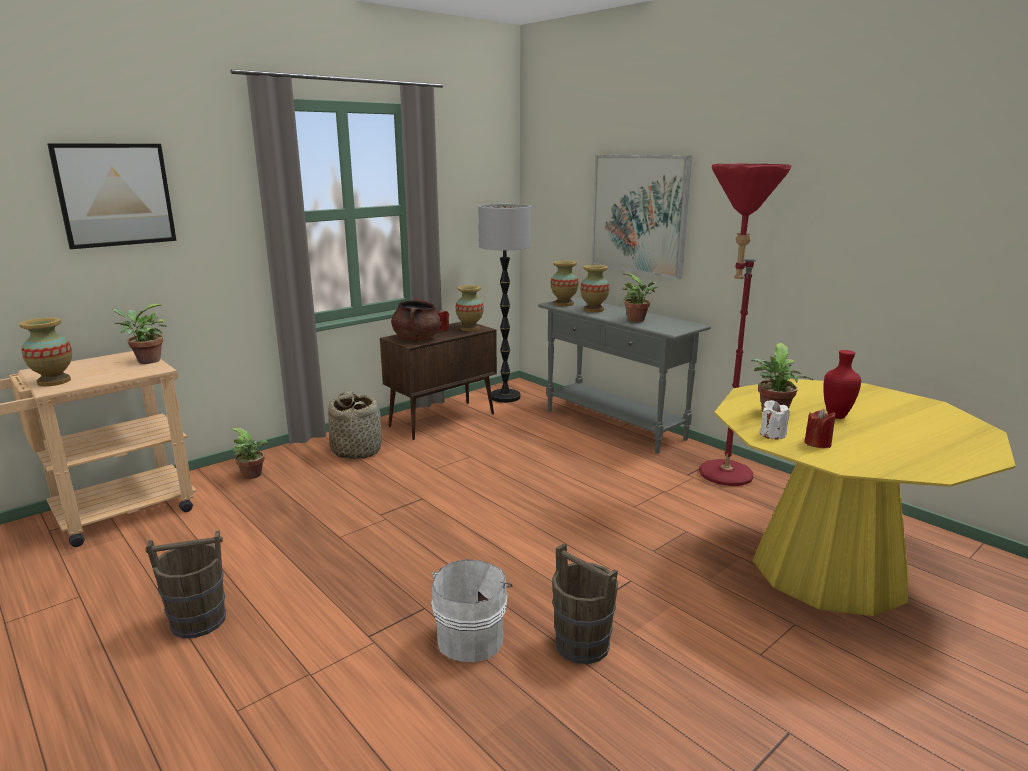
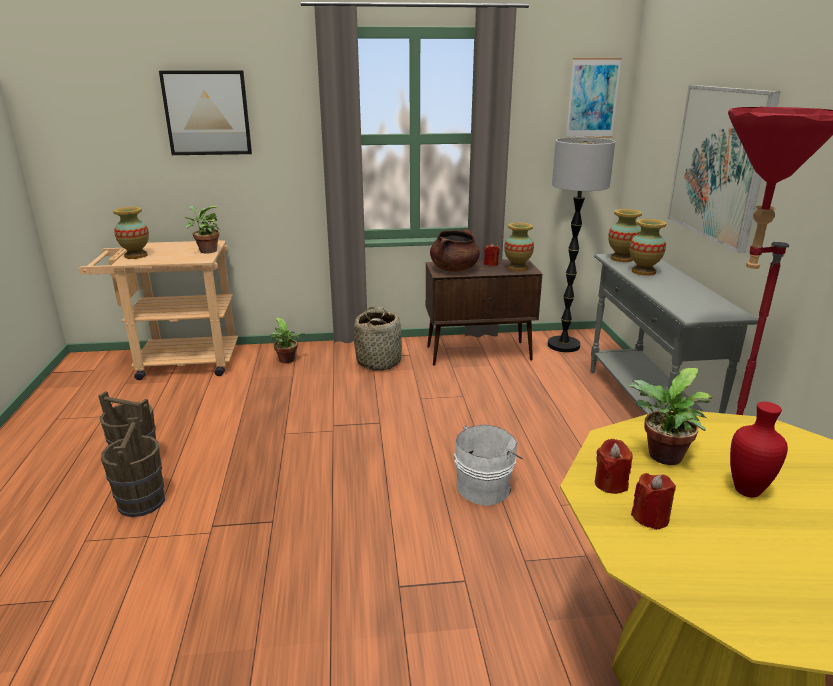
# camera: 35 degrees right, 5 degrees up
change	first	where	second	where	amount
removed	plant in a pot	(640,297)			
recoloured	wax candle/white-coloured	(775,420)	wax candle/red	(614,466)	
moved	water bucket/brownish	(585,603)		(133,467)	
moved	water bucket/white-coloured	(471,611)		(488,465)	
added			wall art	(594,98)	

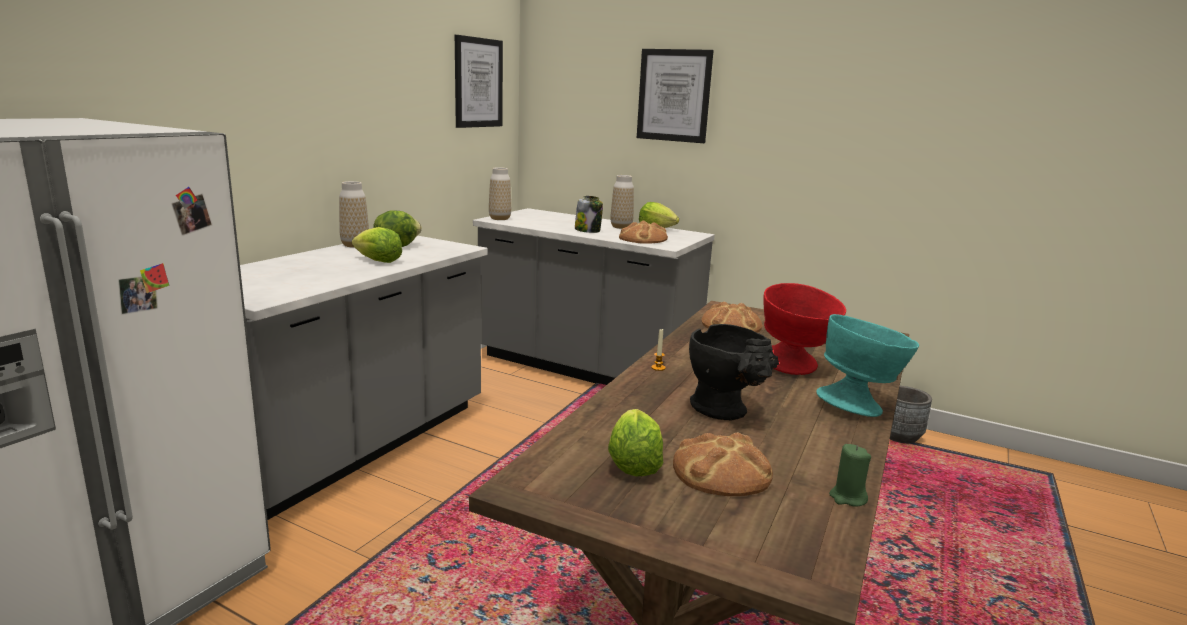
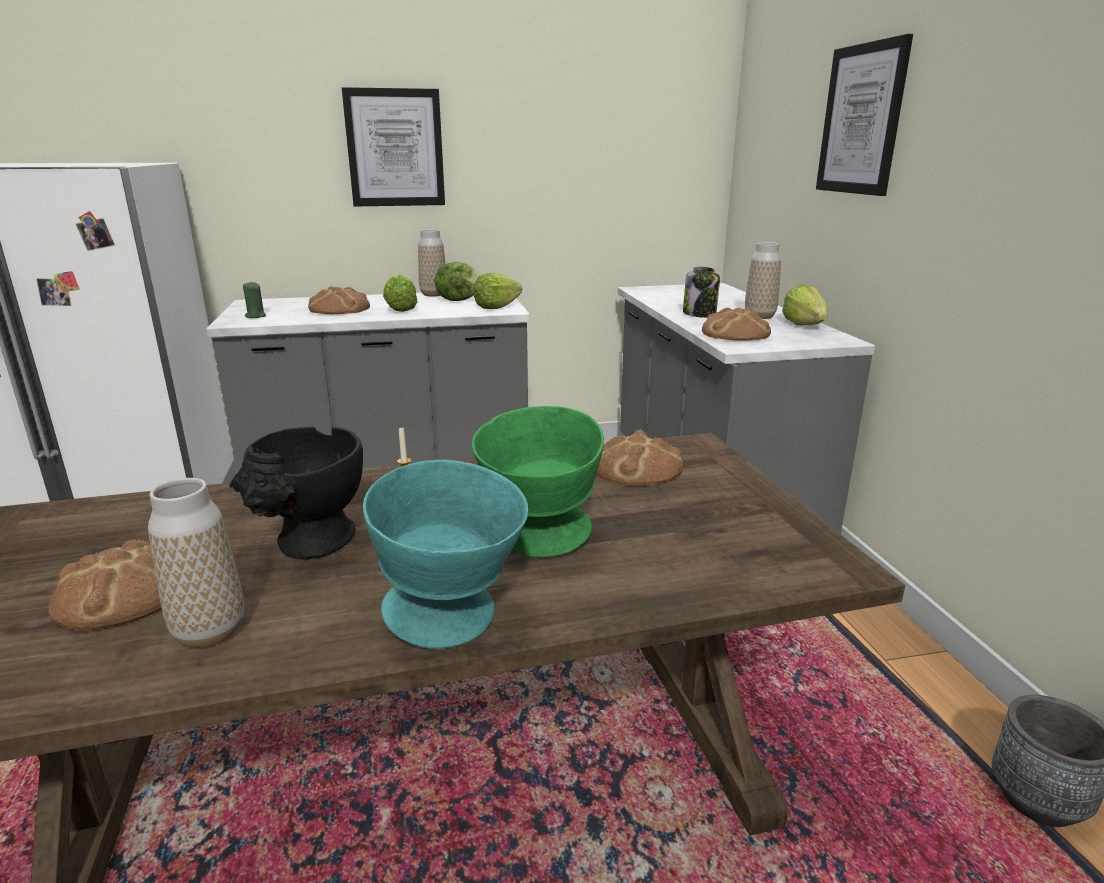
# camera: 50 degrees right, 5 degrees up
change	first	where	second	where	amount
moved	wall art	(479,81)		(393,146)	
moved	flower vase	(500,193)		(196,563)	
recoloured	bowl/red	(805,329)	bowl/greenish	(538,482)	
moved	head of lettuce	(635,443)		(497,291)	
moved	wax candle/greenish	(850,475)		(254,299)	
added			bread	(339,300)	

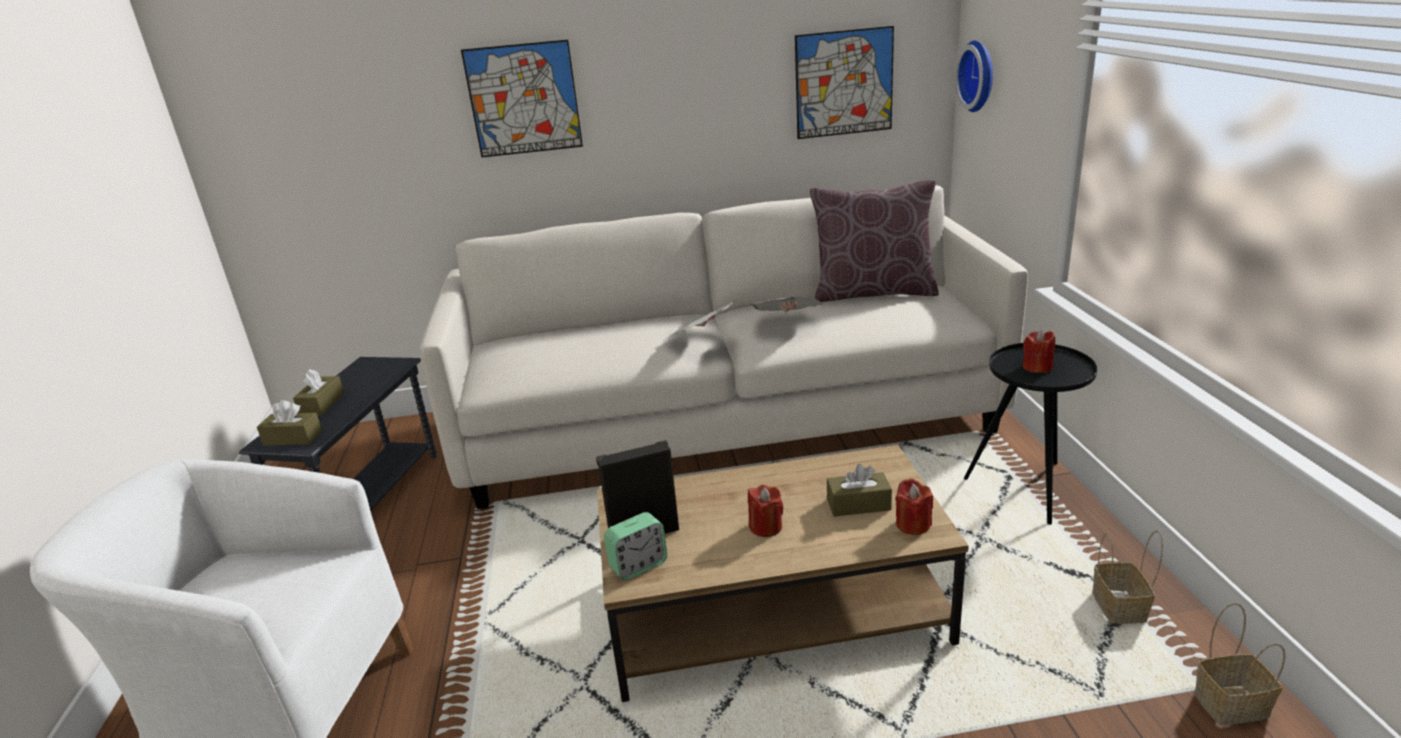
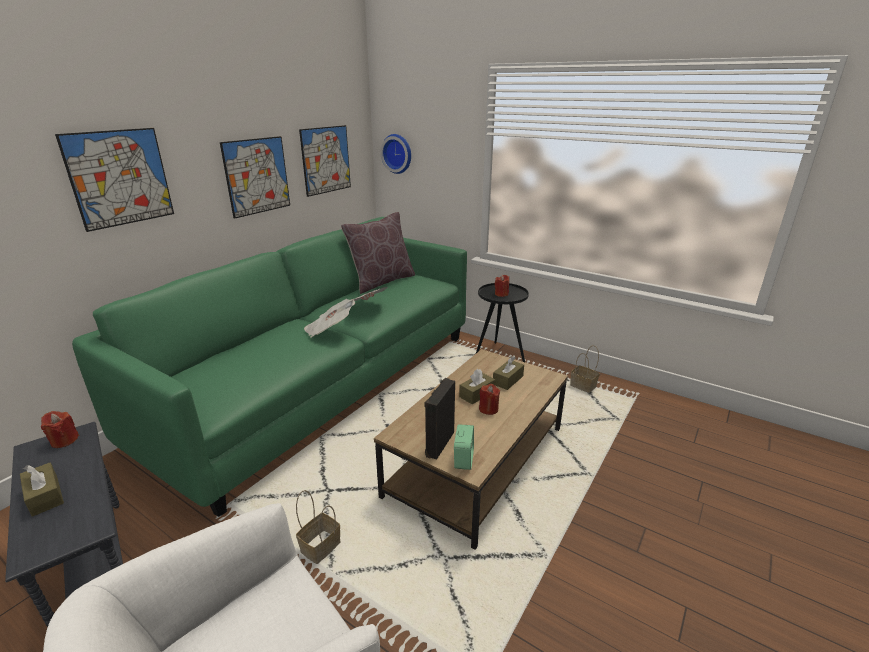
# camera: 50 degrees left, 0 degrees up
change	first	where	second	where	amount
recoloured	couch/white-coloured	(724,347)	couch/greenish	(269,367)	
moved	box of tissues/brownish	(289,423)		(477,386)	
moved	wax candle/red	(914,507)		(60,429)	
moved	basket	(1240,664)		(318,527)	
added			wall art	(255,177)	

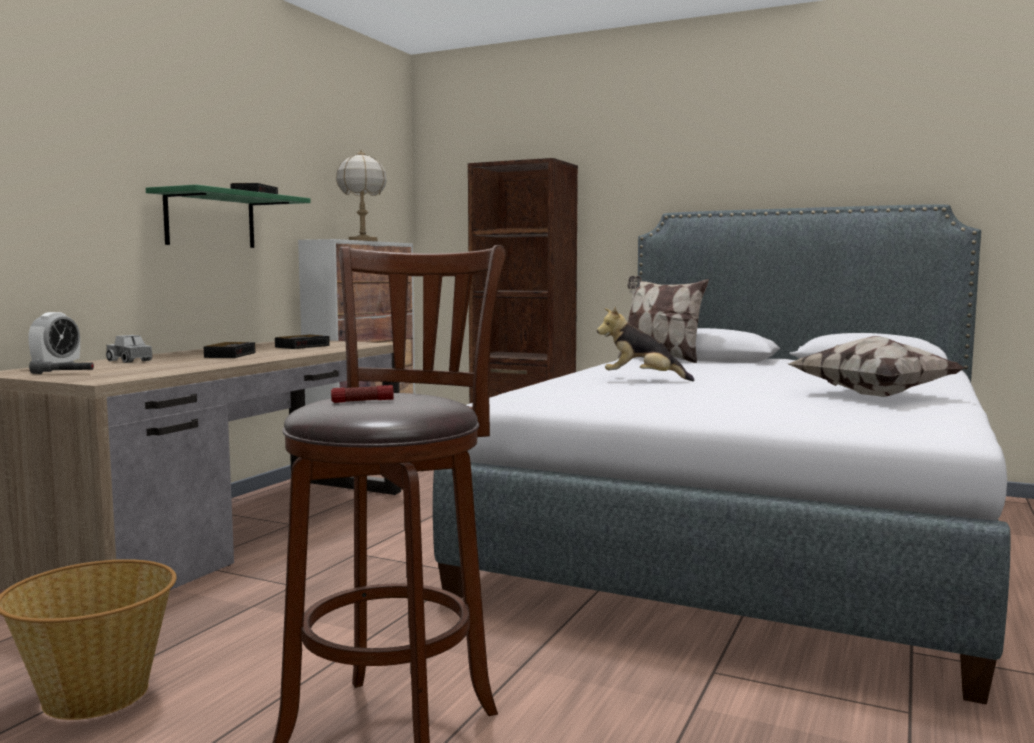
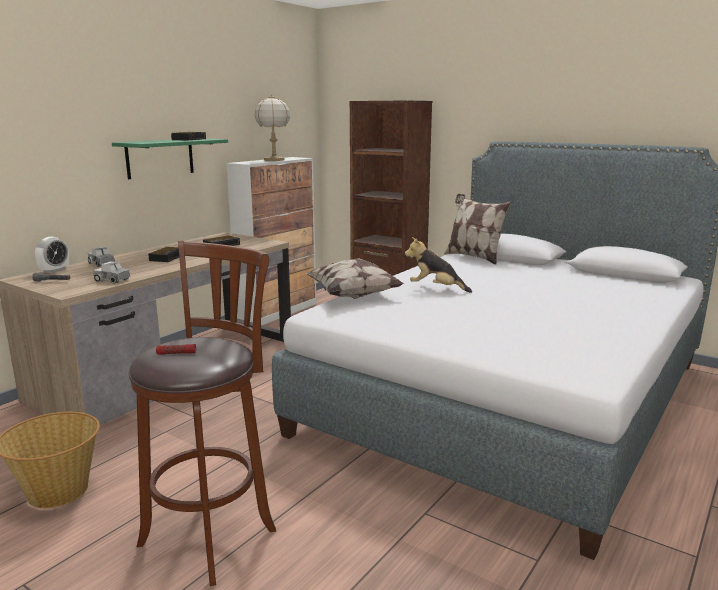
# camera: 10 degrees right, 10 degrees up
change	first	where	second	where	amount
moved	pillow	(876,366)		(354,278)	
added			toy truck	(111,272)	

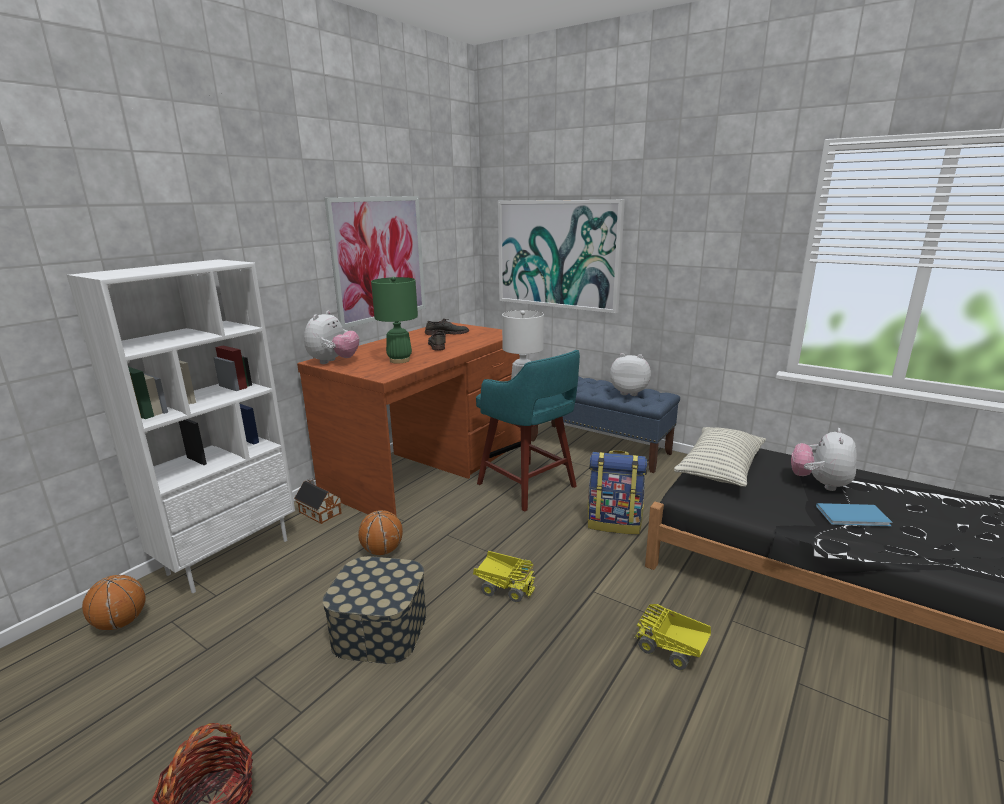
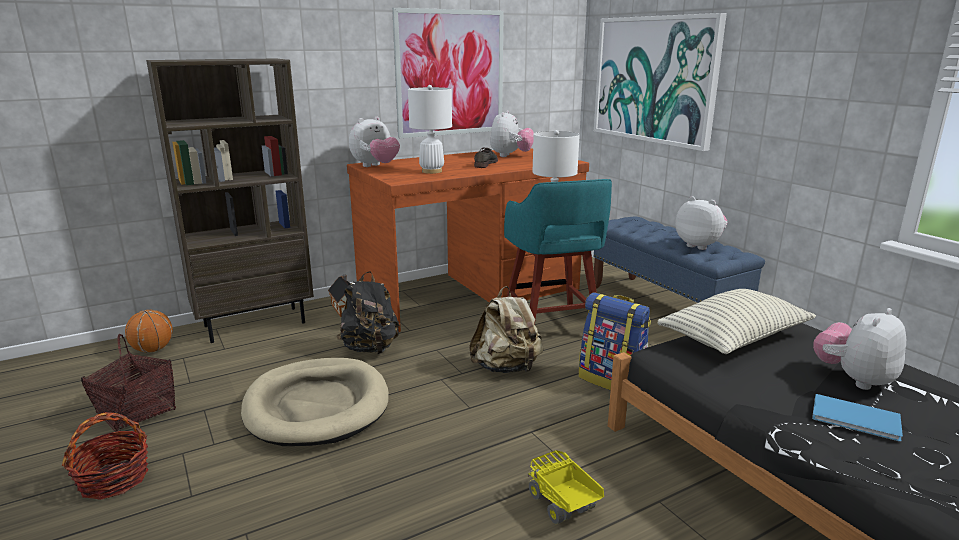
# camera: 25 degrees right, 0 degrees up
change	first	where	second	where	amount
recoloured	bookshelf/white-coloured	(181,426)	bookshelf/brownish	(230,201)	
recoloured	table lamp/greenish	(394,320)	table lamp/white-coloured	(430,129)	
replaced	low shoe/greyish	(447,327)	soft toy	(512,133)	
replaced	ball for basketball	(380,532)	backpack/black-coloured	(368,312)	
removed	toy truck	(504,576)			
replaced	storage box	(375,610)	dog bed/sand-coloured	(315,402)	
added			backpack/sand-coloured	(506,329)	
added			basket	(128,383)	

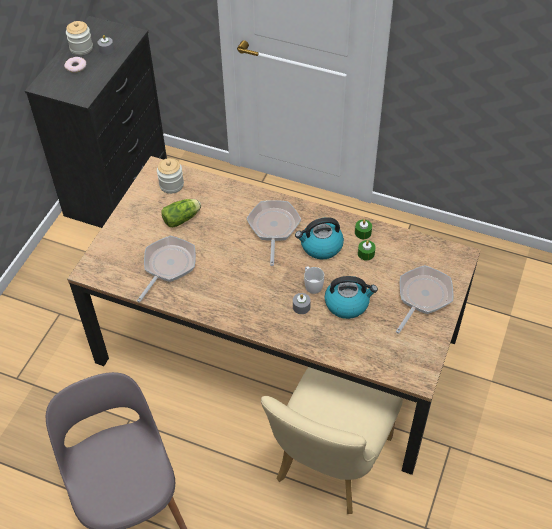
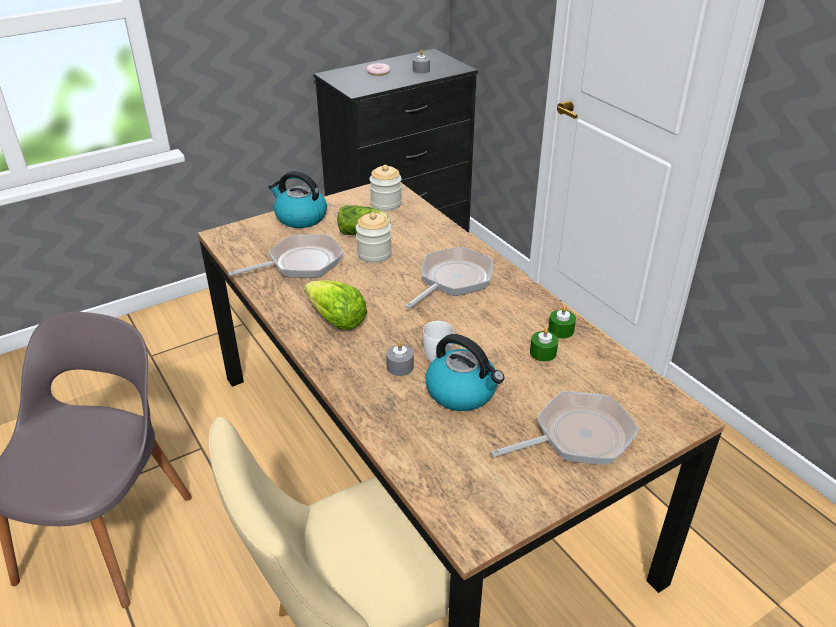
# camera: 35 degrees right, 15 degrees down
change	first	where	second	where	amount
moved	preserve jar	(79,38)		(374,237)	
moved	tea kettle	(319,238)		(297,199)	
added			head of lettuce	(335,305)	

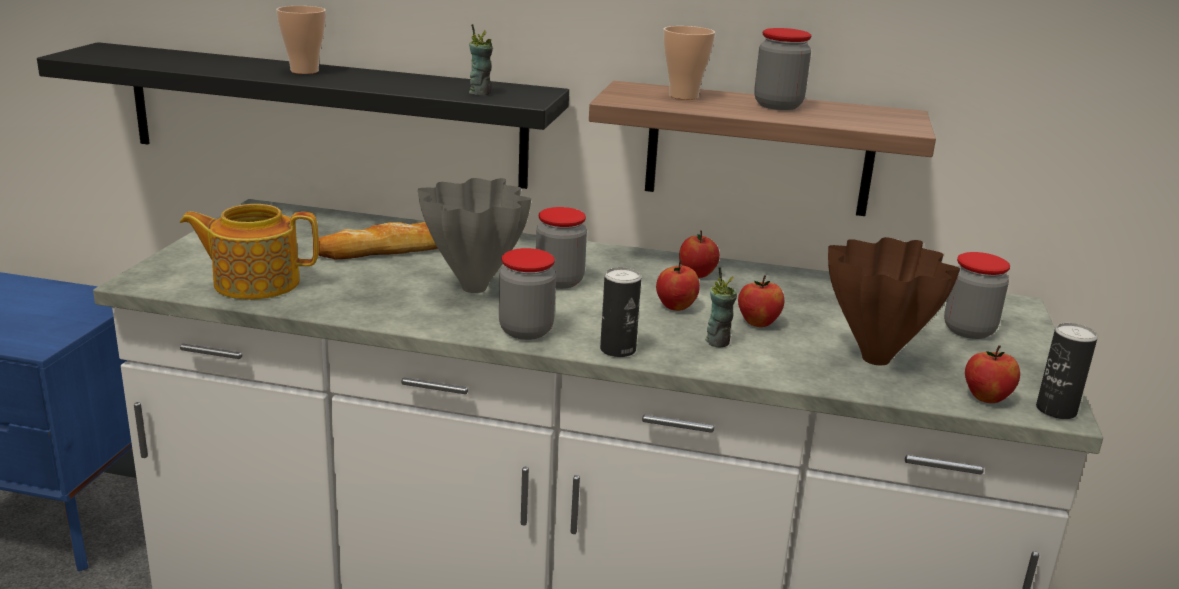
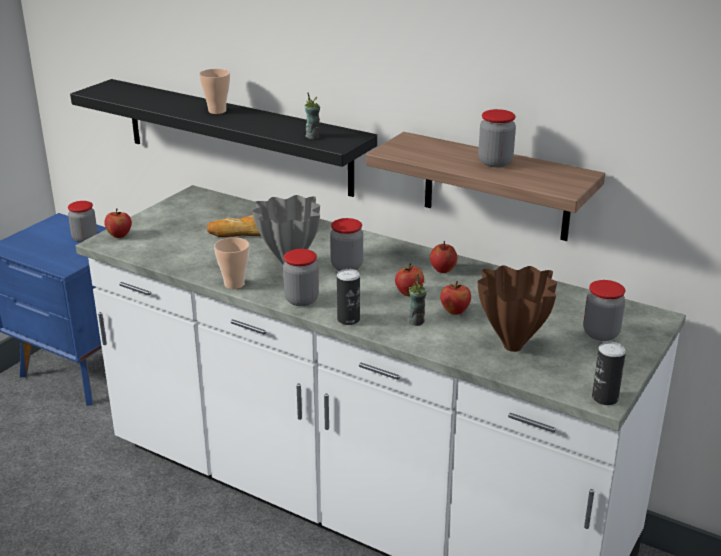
# camera: 20 degrees right, 5 degrees up
change	first	where	second	where	amount
moved	drinking cup	(689,63)		(231,263)	
removed	teapot	(249,252)			
moved	apple	(992,374)		(118,223)	
added			preserve jar	(82,222)	

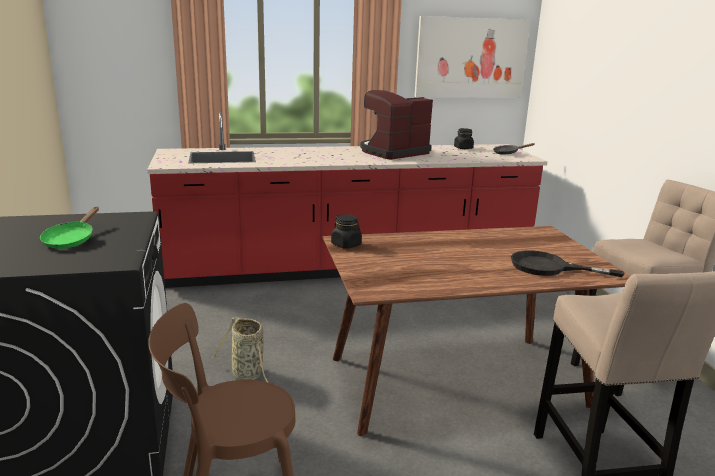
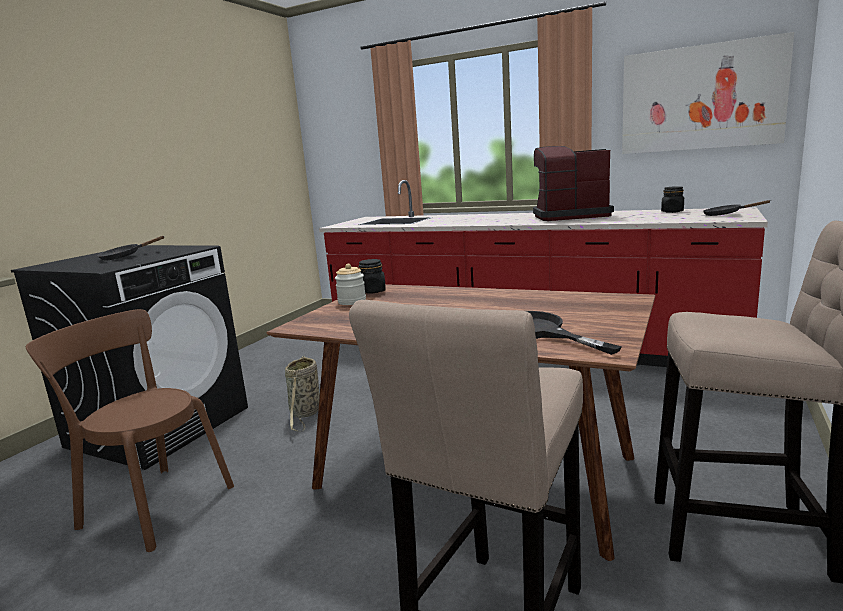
# camera: 40 degrees right, 5 degrees down
change	first	where	second	where	amount
recoloured	skillet/greenish	(69,228)	skillet/black-coloured	(131,248)	
added			preserve jar	(350,284)	

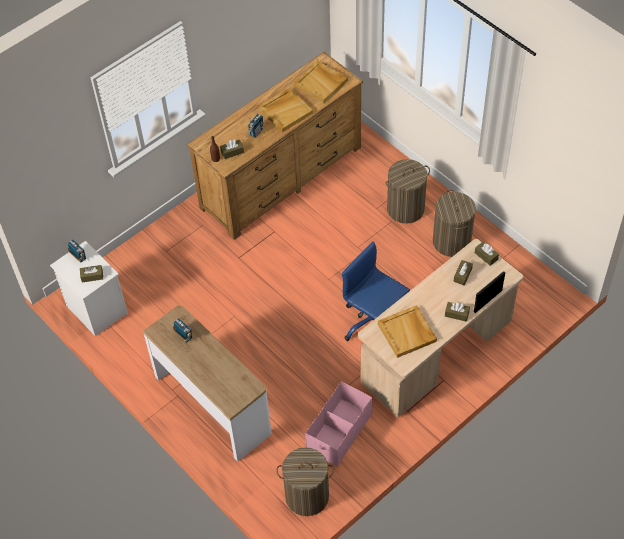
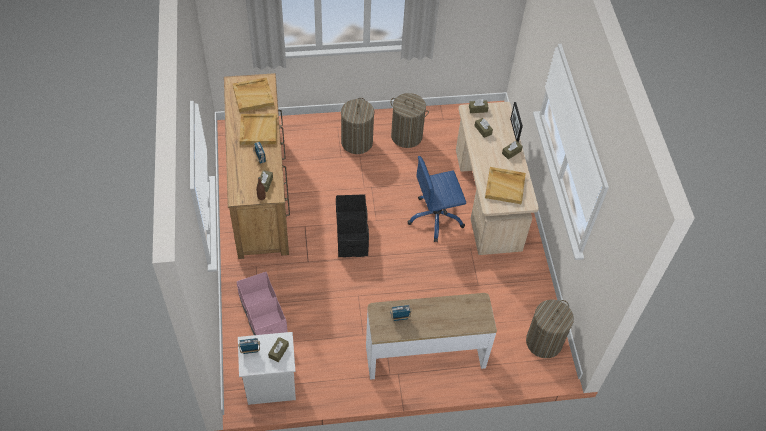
# camera: 60 degrees left, 0 degrees up
change	first	where	second	where	amount
moved	storage box/pinkish	(339,424)		(262,303)	
added			storage box/black-coloured	(352,225)	

